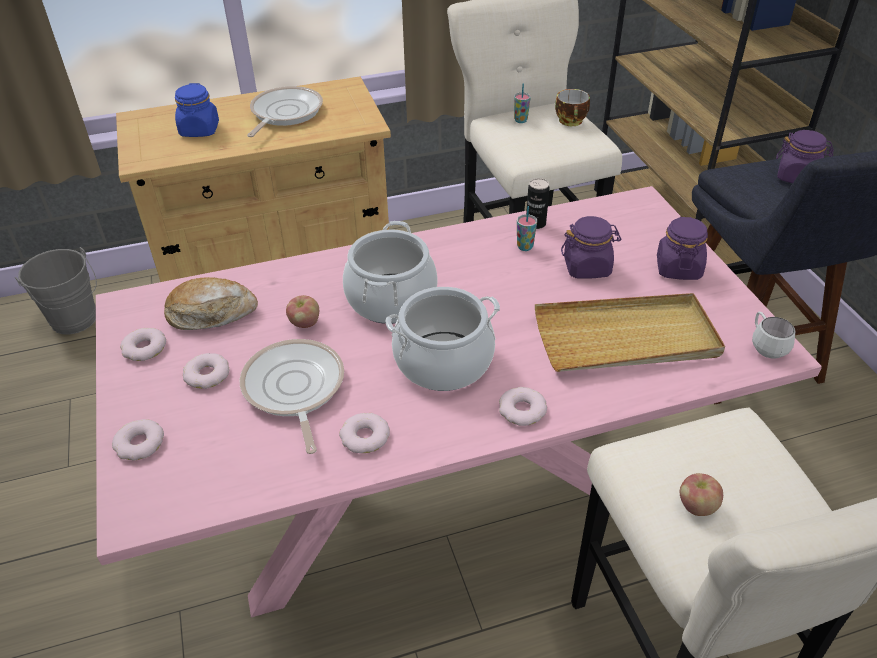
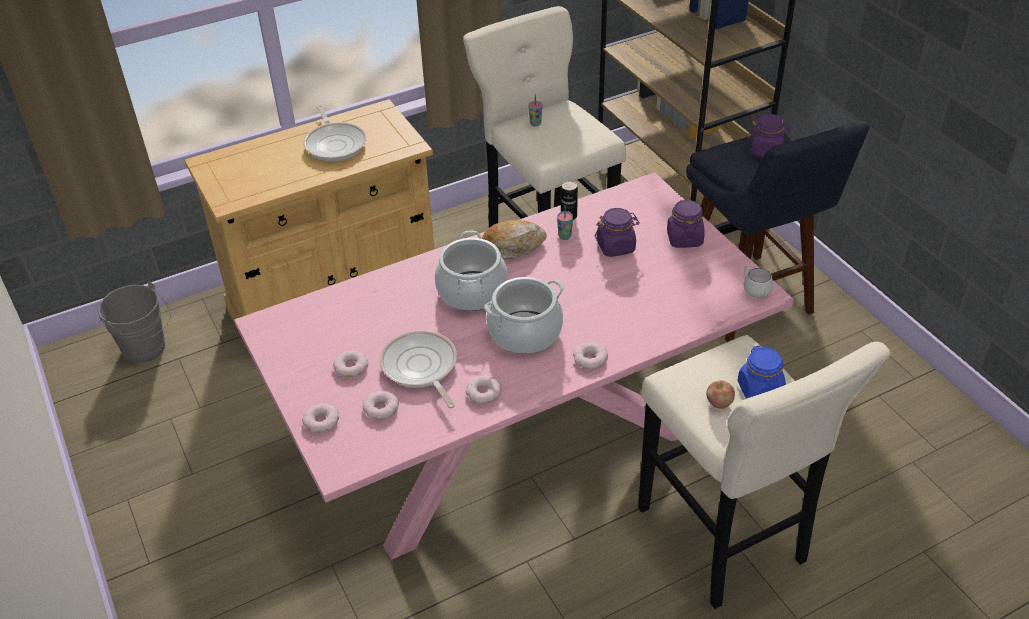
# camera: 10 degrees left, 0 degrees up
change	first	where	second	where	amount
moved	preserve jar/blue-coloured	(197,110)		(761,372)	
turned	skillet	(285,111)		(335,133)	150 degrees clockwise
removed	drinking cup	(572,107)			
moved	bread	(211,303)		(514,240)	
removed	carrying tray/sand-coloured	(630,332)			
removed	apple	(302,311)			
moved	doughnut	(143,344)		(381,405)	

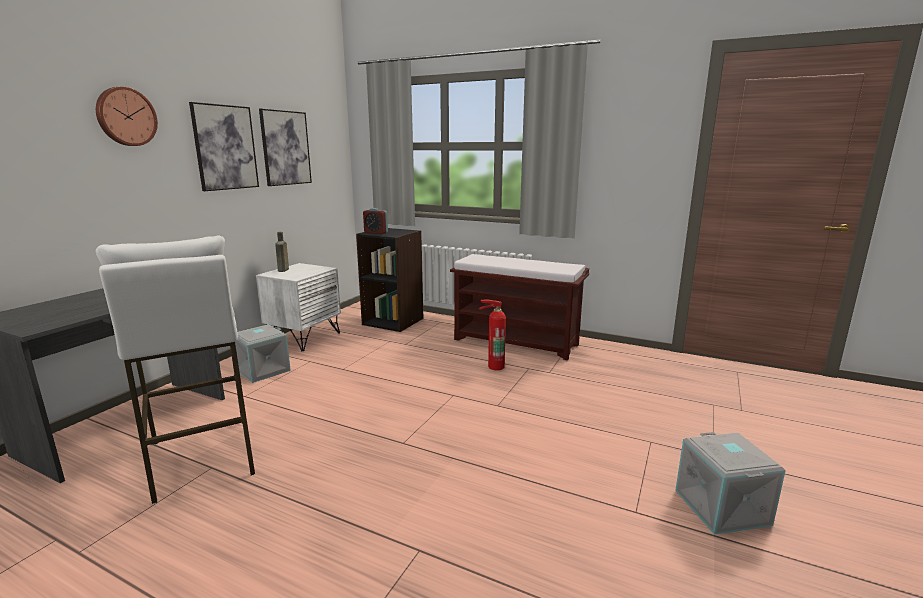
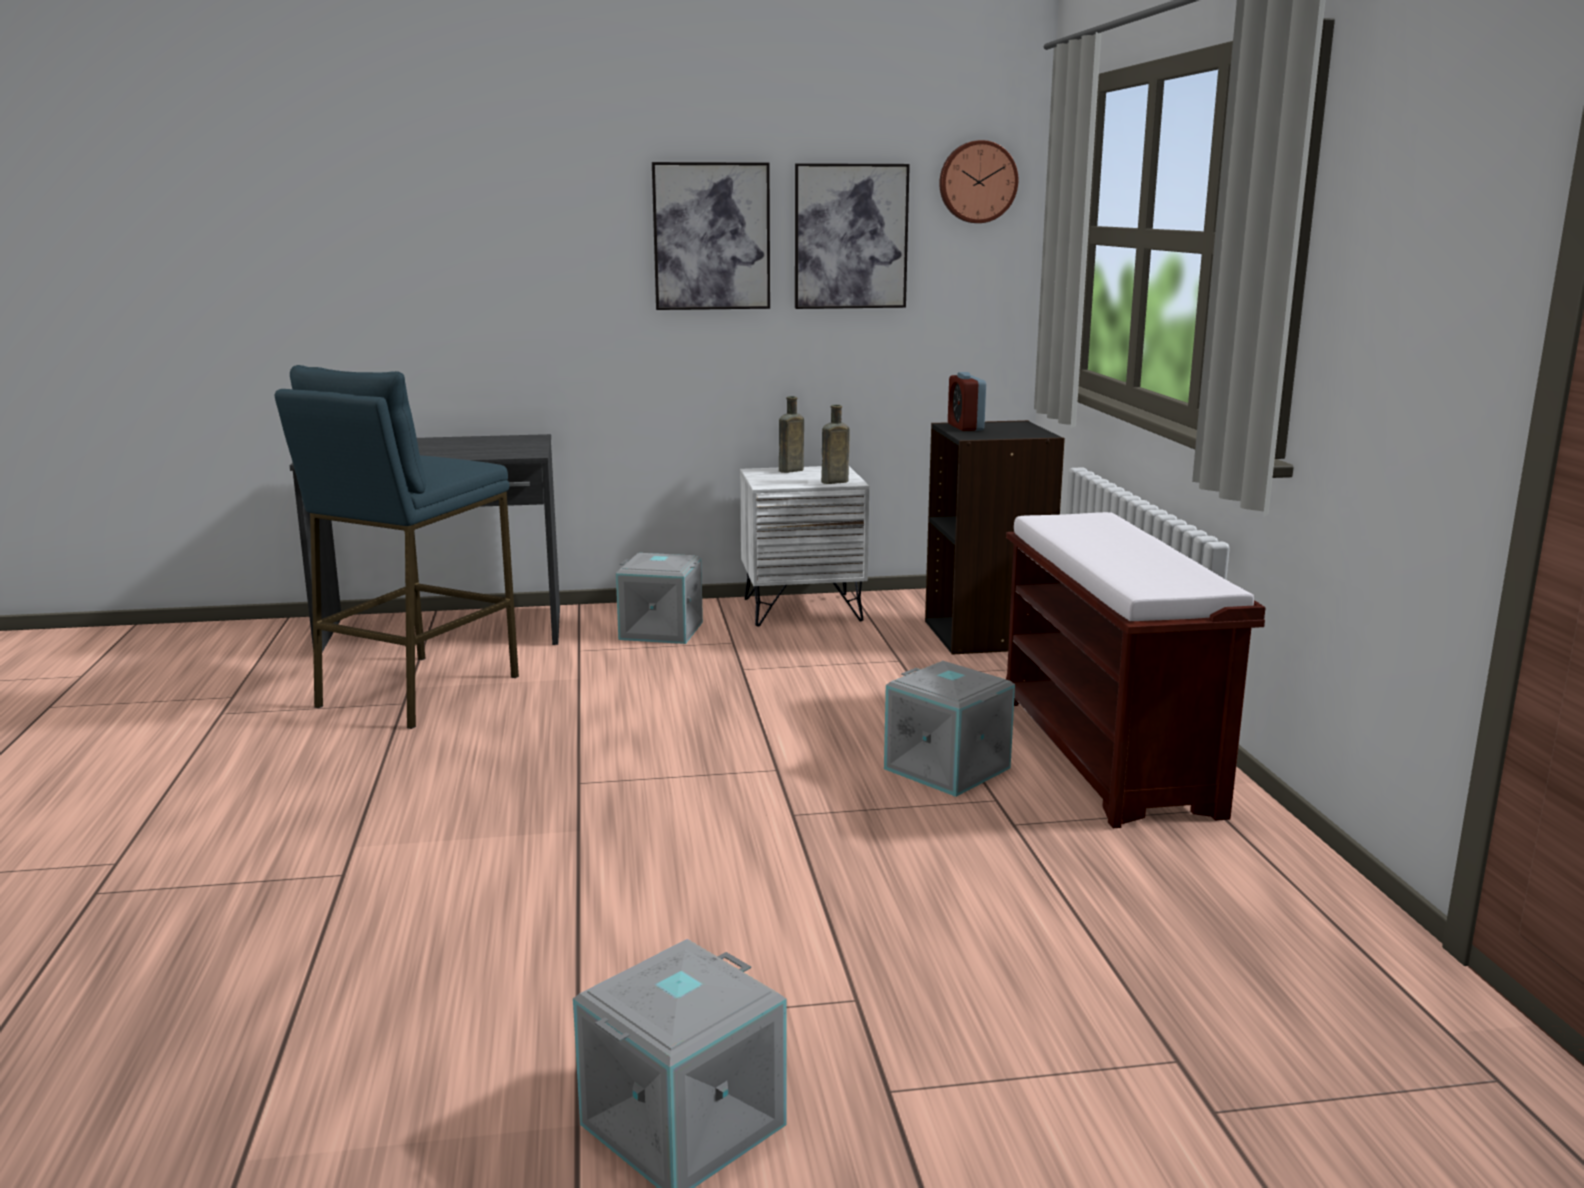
# camera: 55 degrees right, 0 degrees up
change	first	where	second	where	amount
moved	wall clock	(127,116)		(978,181)	
recoloured	stool seat/white-coloured	(175,370)	stool seat/blue-coloured	(397,547)	
replaced	fire-fighting cylinder	(492,335)	storage box/greyish	(949,729)	
added			beverage bottle/brownish	(835,444)	

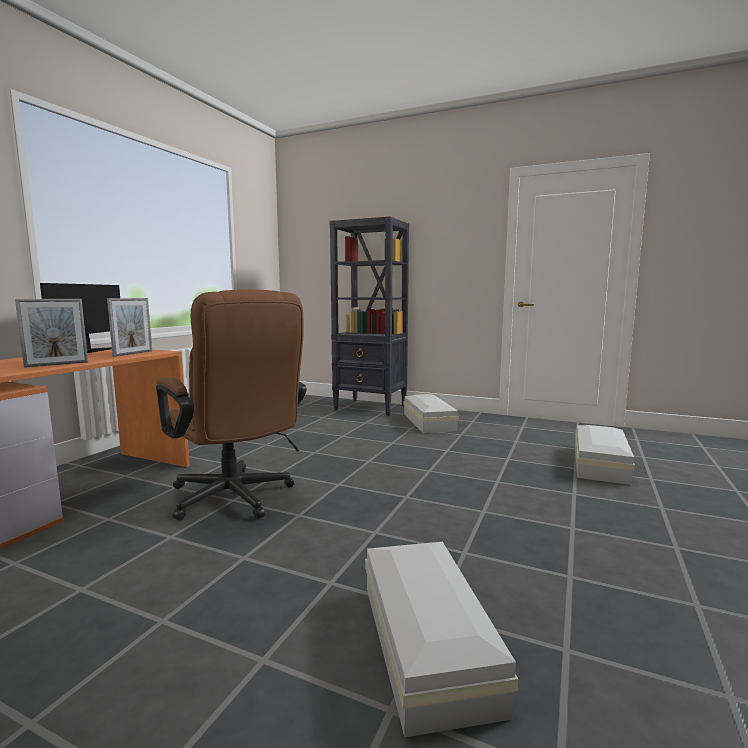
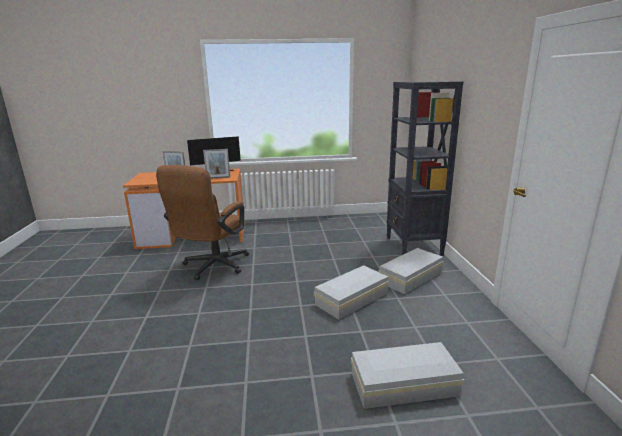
# camera: 60 degrees right, 10 degrees up
change	first	where	second	where	amount
moved	storage box/white-coloured	(441,639)		(351,292)	

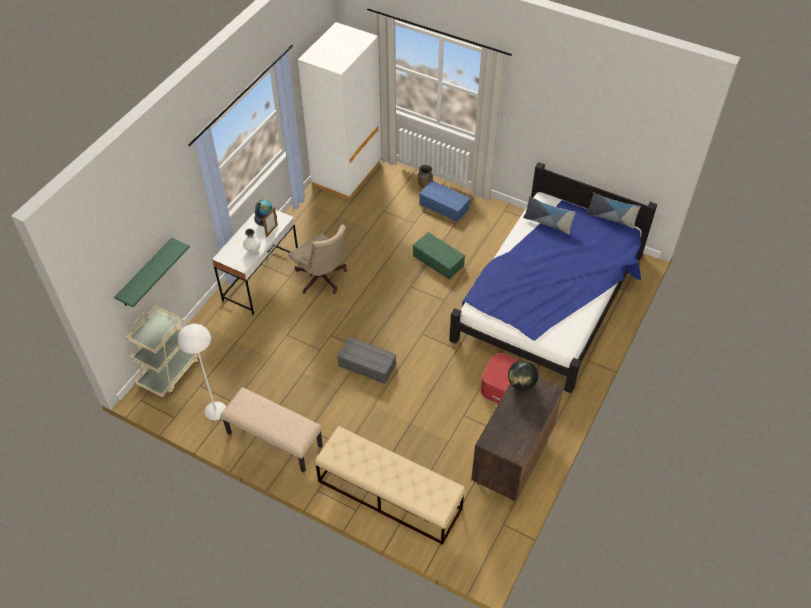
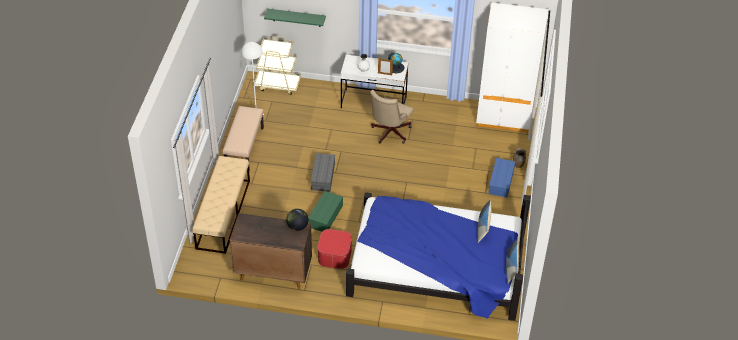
# camera: 70 degrees right, 5 degrees down
change	first	where	second	where	amount
moved	storage box/greenish	(439,255)		(325,211)	

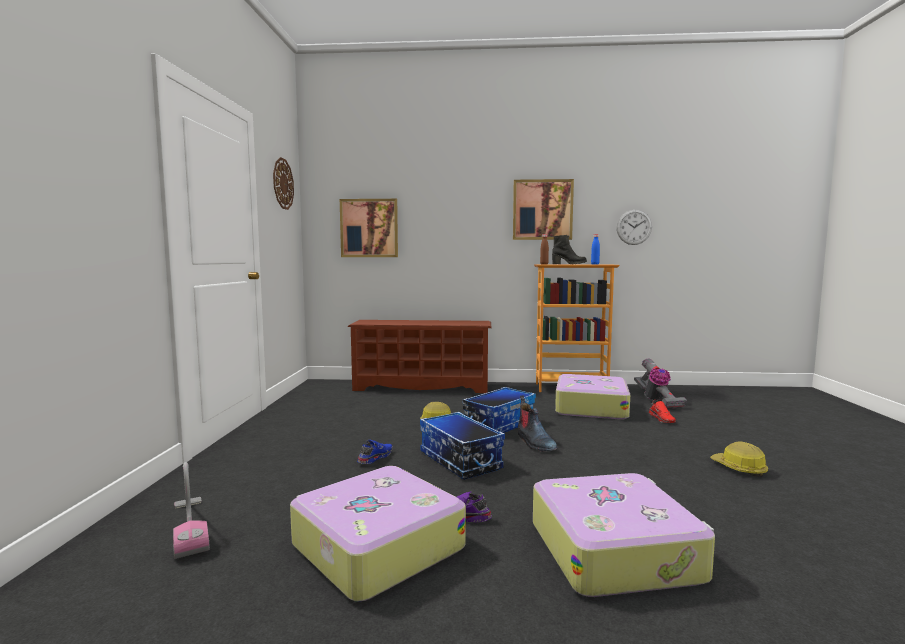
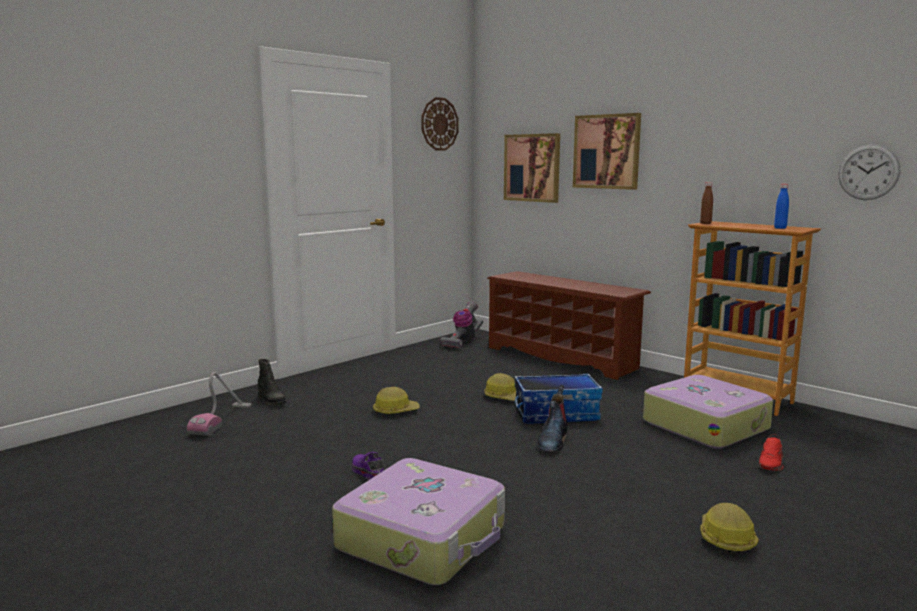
# camera: 40 degrees right, 5 degrees up
change	first	where	second	where	amount
moved	wall art	(543,209)		(607,151)	
moved	boot/black-coloured	(569,249)		(272,382)	
moved	vacuum	(660,384)		(461,325)	
removed	storage box	(462,445)			
replaced	low shoe/blue-coloured	(375,452)	safety helmet	(396,401)	
removed	piece of luggage	(378,534)			

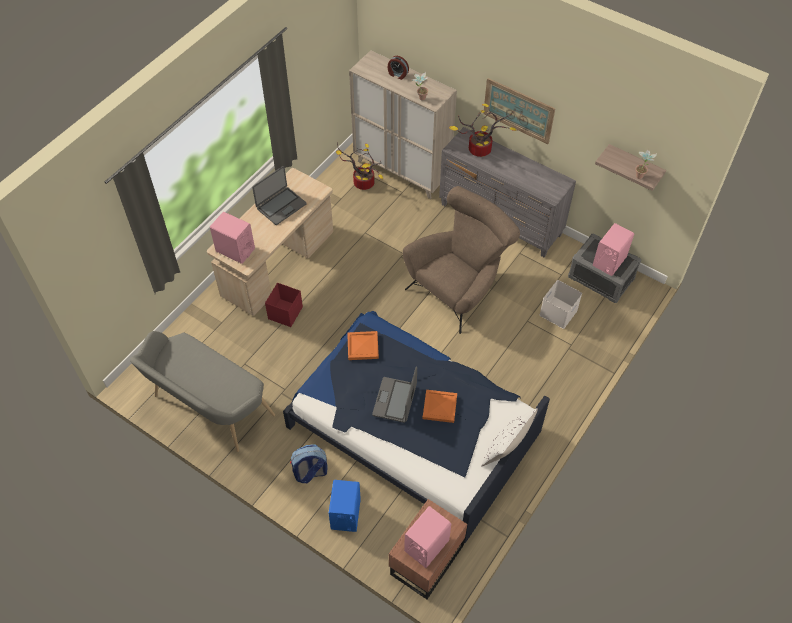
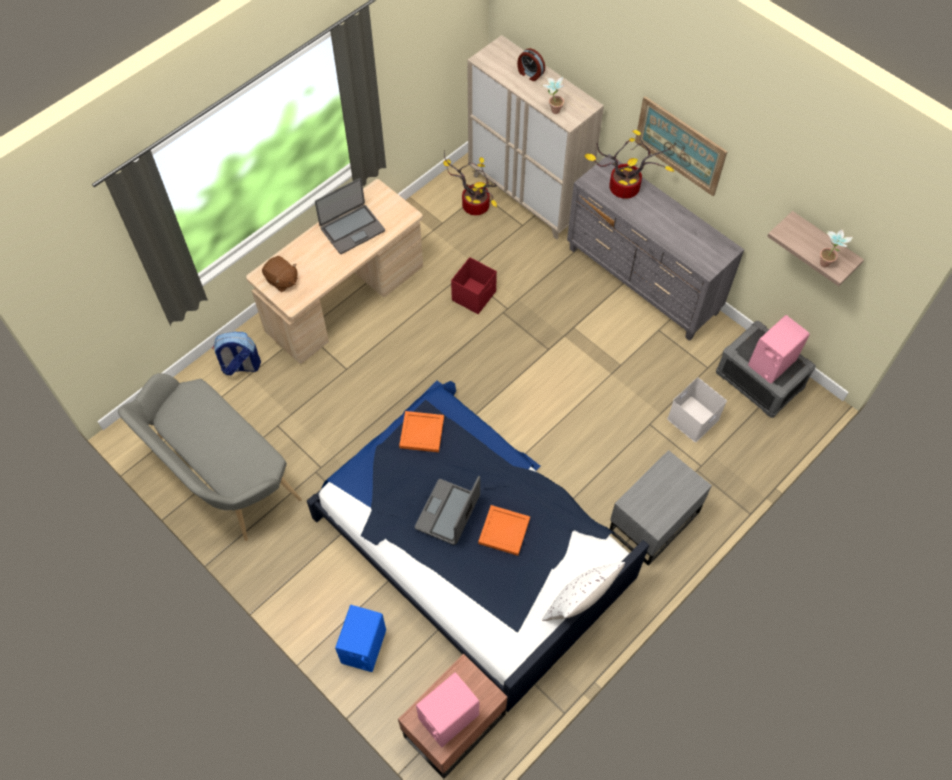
# camera: 10 degrees right, 5 degrees up
change	first	where	second	where	amount
removed	easy chair/brownish	(461,260)			
replaced	loudspeaker/pinkish	(232,238)	soft toy/brownish	(280,274)	
moved	storage box/red	(284,305)		(474,285)	
moved	backpack	(309,463)		(236,353)	
added			nightstand/greyish	(661,508)	

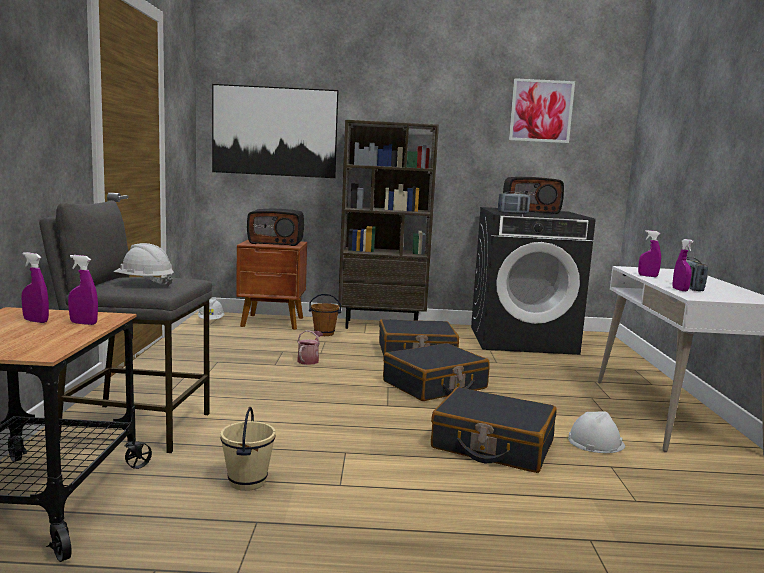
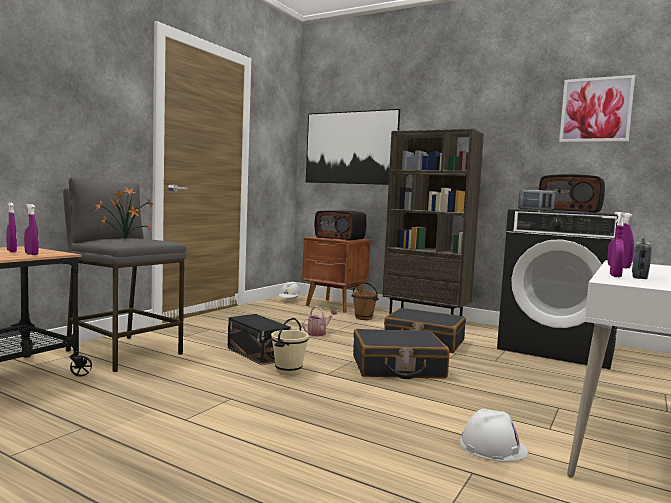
# camera: 30 degrees right, 5 degrees down
change	first	where	second	where	amount
replaced	safety helmet/white-coloured	(143,265)	plant in a pot	(124,213)	
removed	piece of luggage/black-coloured	(494,430)			
moved	water bucket/sand-coloured	(248,449)		(290,346)	
added			storage box/black-coloured	(259,339)	

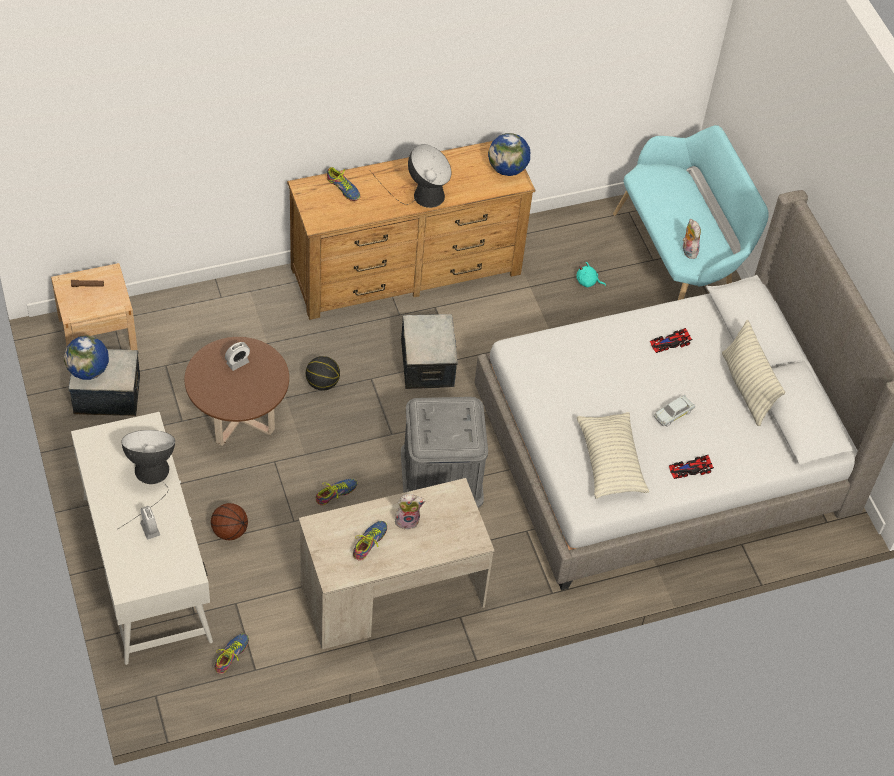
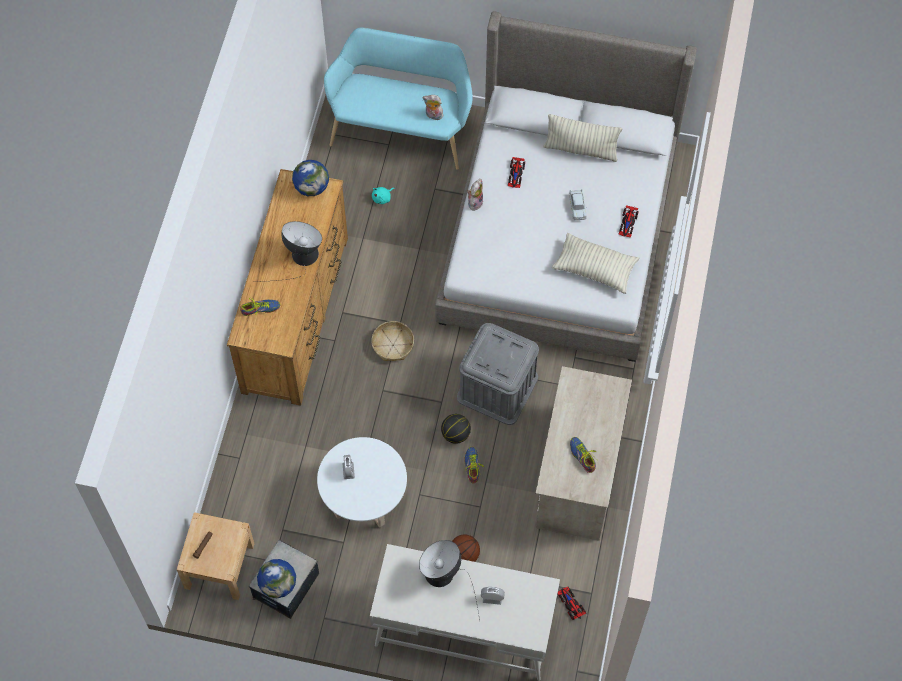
# camera: 55 degrees left, 10 degrees up
change	first	where	second	where	amount
replaced	storage box	(429,351)	basket	(392,341)	
recoloured	low table/brownish	(236,391)	low table/white-coloured	(362,482)	
moved	ball for basketball	(323,373)		(456,429)	
moved	soft toy	(410,512)		(475,195)	
replaced	low shoe	(232,653)	toy car	(572,603)	

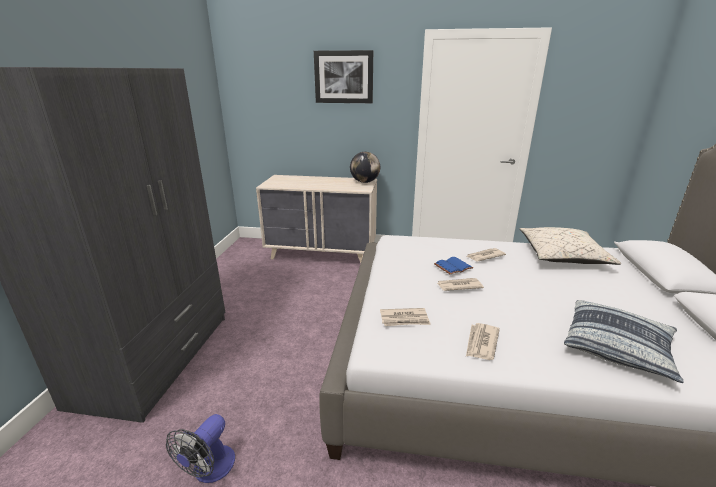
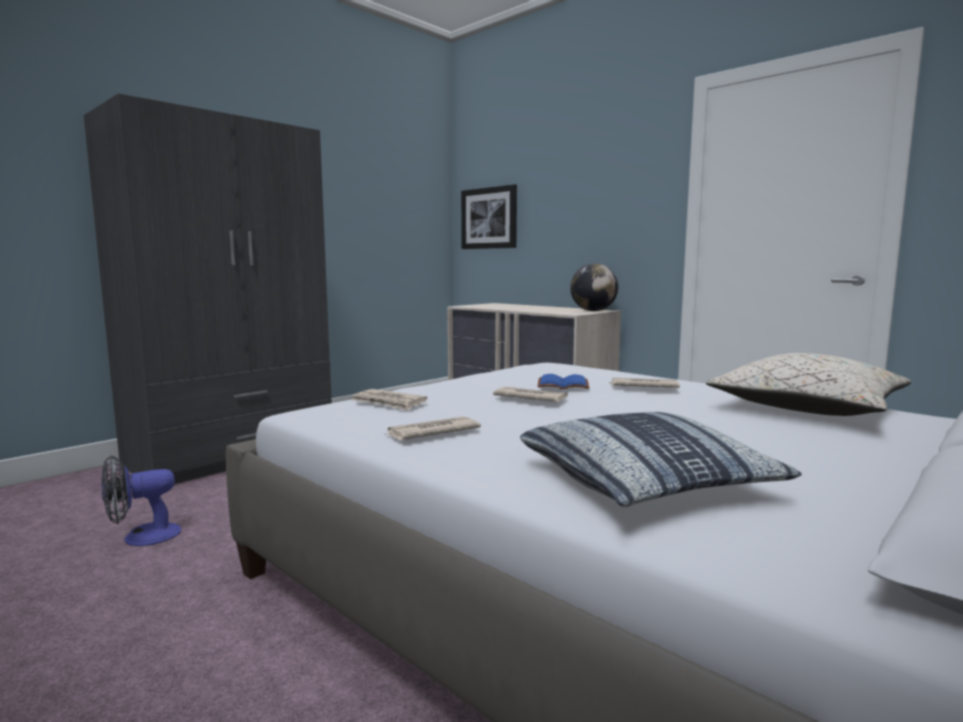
# camera: 35 degrees right, 15 degrees down
change	first	where	second	where	amount
moved	wall art	(343,76)		(489,216)	

